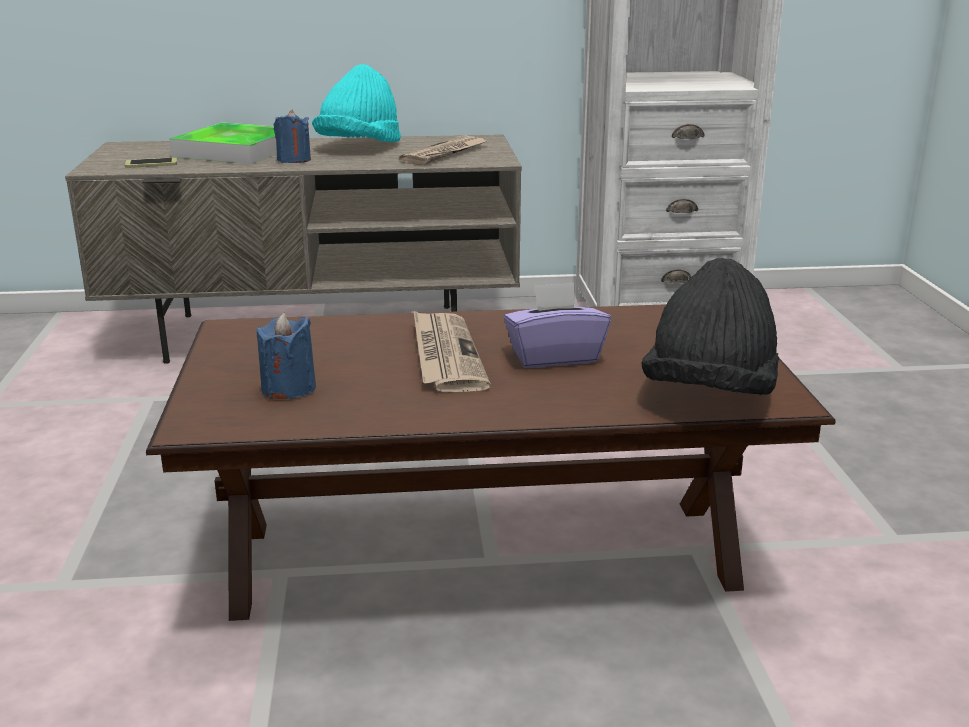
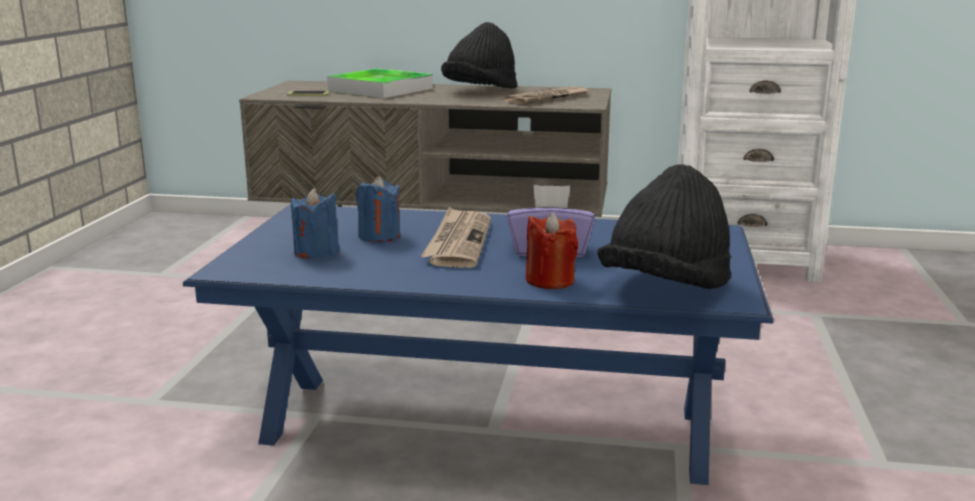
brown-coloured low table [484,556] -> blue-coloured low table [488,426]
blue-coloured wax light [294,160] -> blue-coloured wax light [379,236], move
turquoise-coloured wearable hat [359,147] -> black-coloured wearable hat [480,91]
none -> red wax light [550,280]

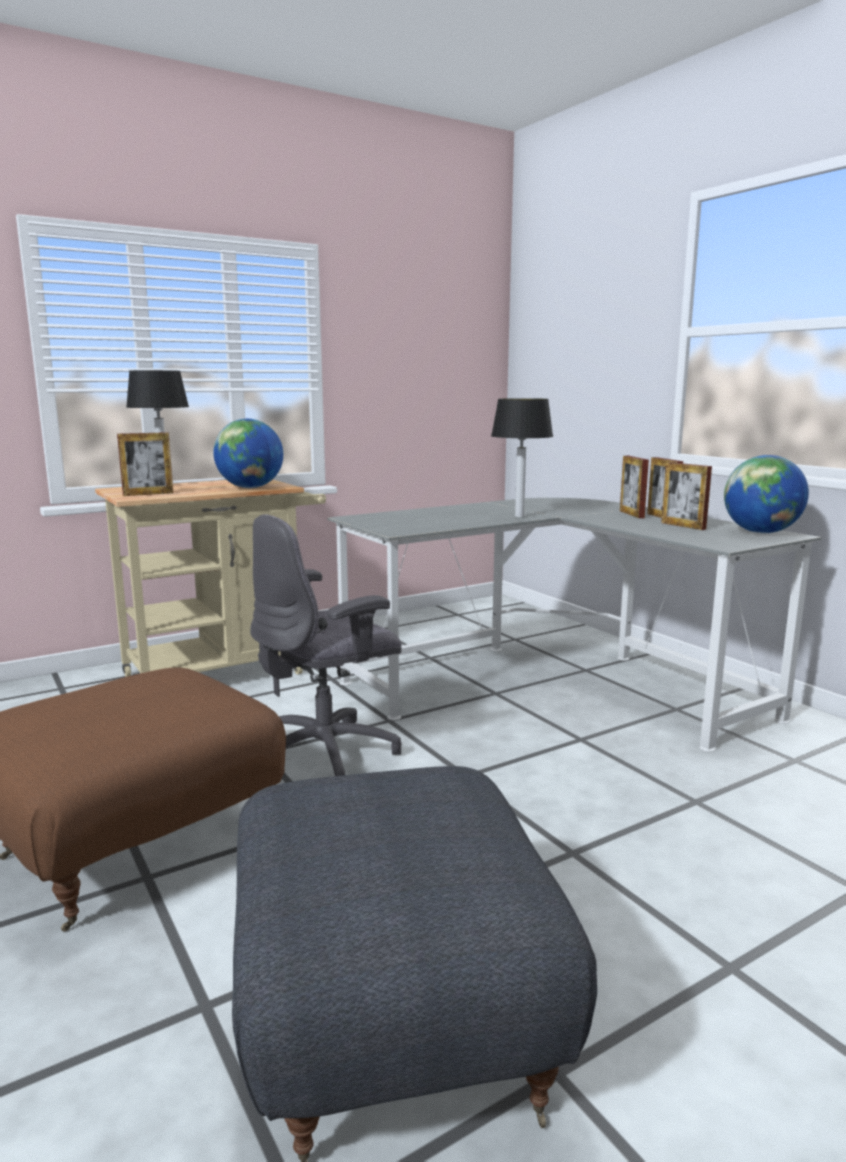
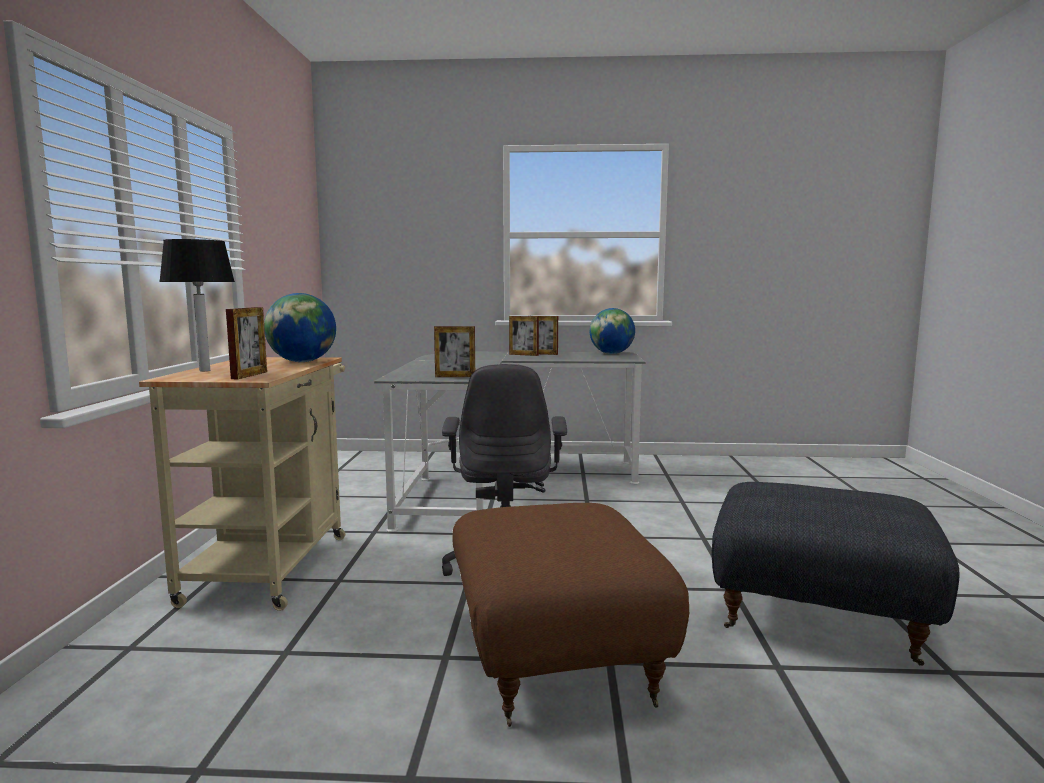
standing frame [683,526] -> standing frame [455,376], move
lamp for a table [519,517] -> none

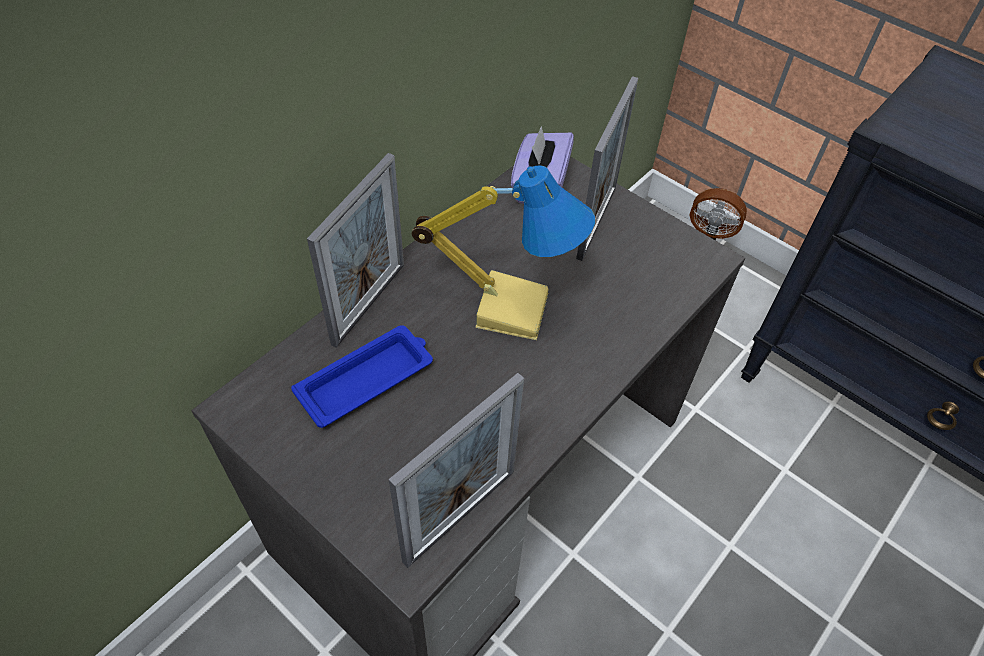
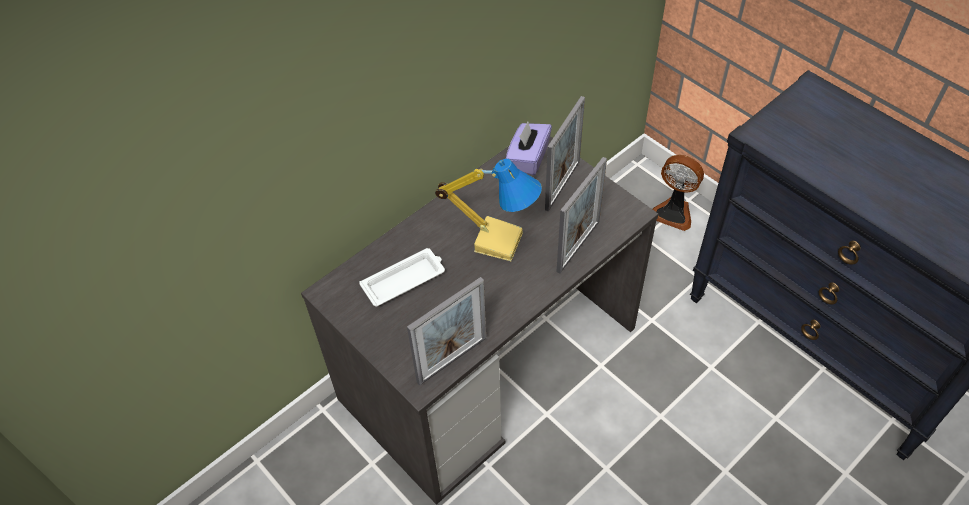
blue-coloured tray [367,379] -> whitish tray [404,280]
standing frame [369,303] -> standing frame [578,246], move

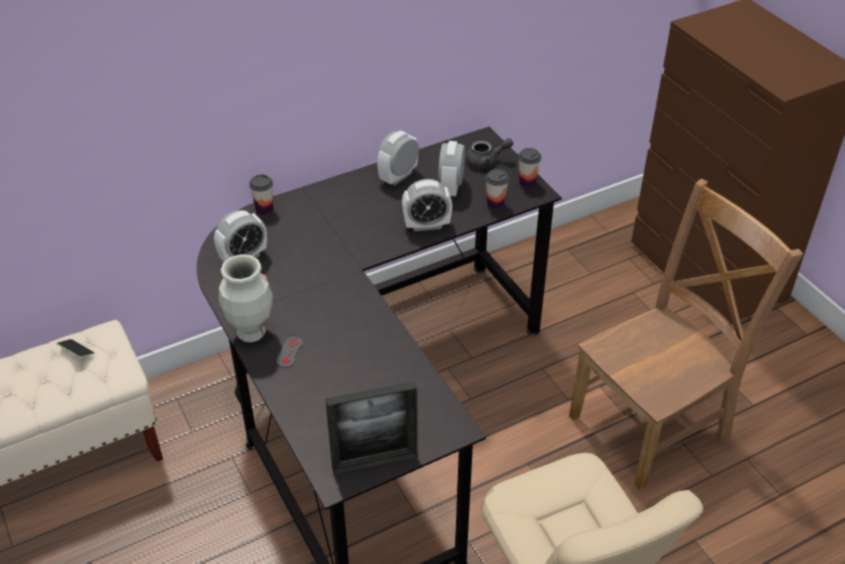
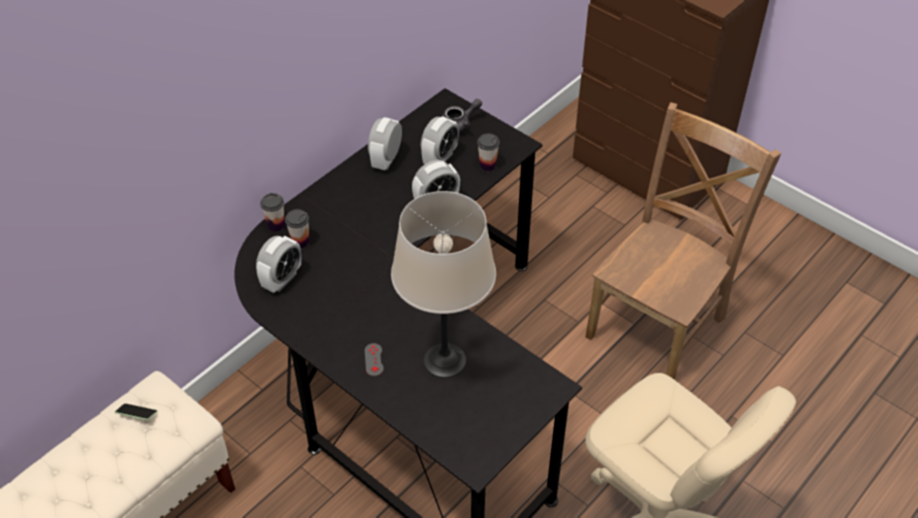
cup [527,182] -> cup [300,241], move
none -> sand-coloured lamp for a table [445,361]
table clock [451,187] -> table clock [440,159], 135 degrees counterclockwise
decorative vase [251,333] -> none
standing frame [375,462] -> none

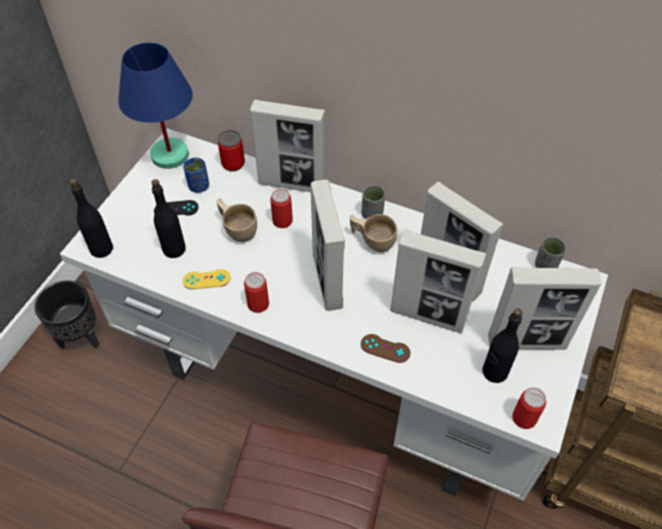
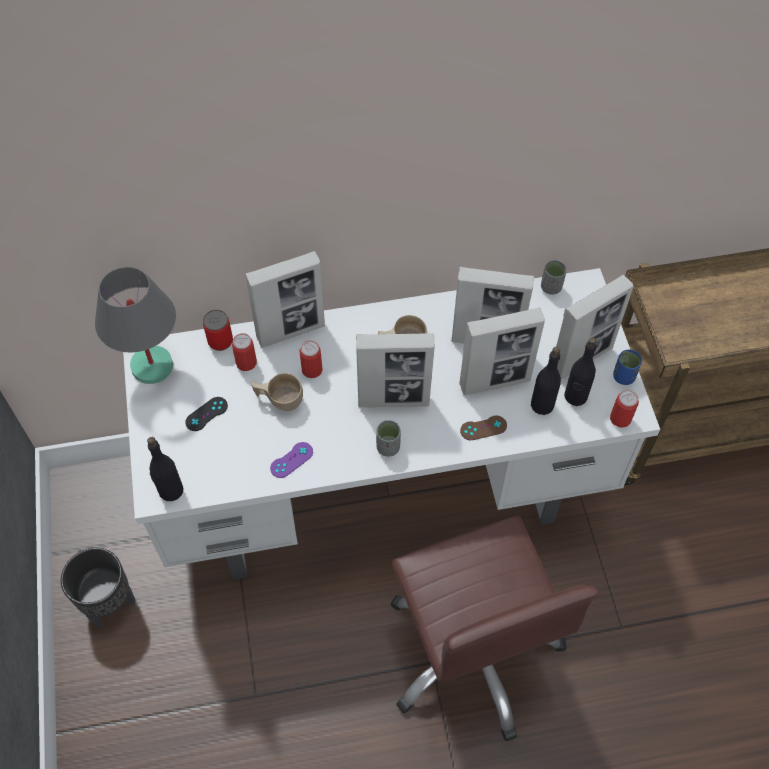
blue-coloured lamp for a table [169,155] -> grey lamp for a table [151,367]
can [258,304] -> can [246,363], move
yellowish gamepad [206,279] -> purple-coloured gamepad [291,460]
standing frame [327,281] -> standing frame [394,400], 45 degrees counterclockwise
grey cup [372,214] -> grey cup [388,447], move
black-coloured beverage bottle [174,249] -> black-coloured beverage bottle [542,404], move
blue-coloured cup [199,186] -> blue-coloured cup [623,376], move

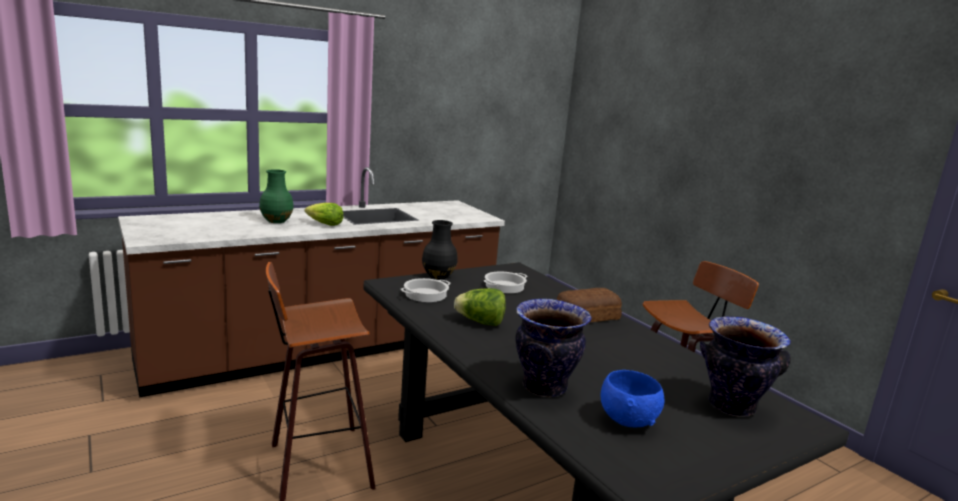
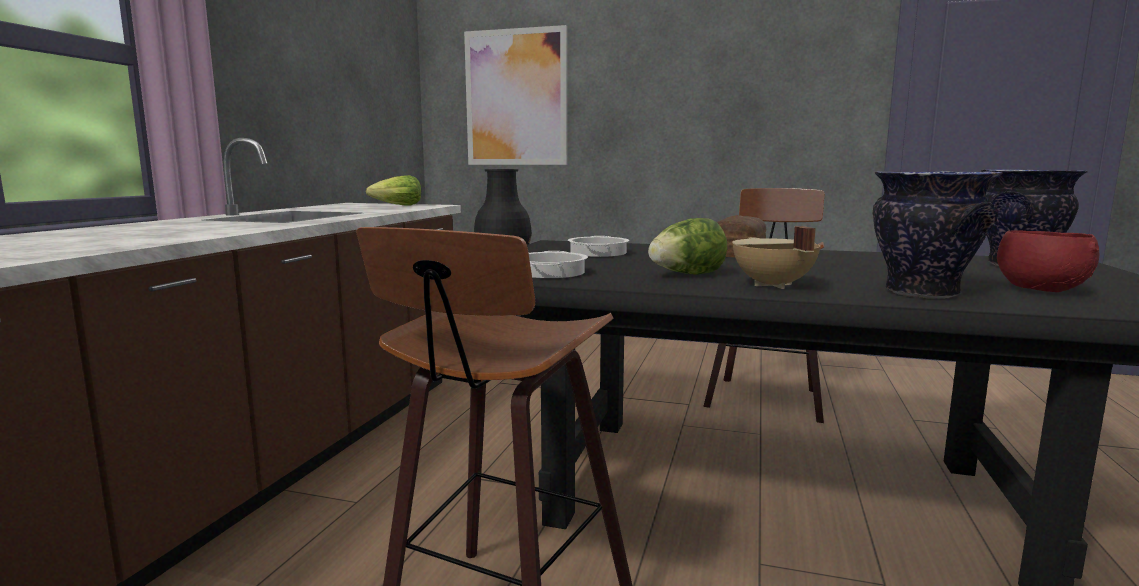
lettuce head [324,224] -> lettuce head [398,205], move
none -> wall picture [516,98]
none -> sand-coloured cooking pot [771,285]
blue-coloured bowl [628,420] -> red bowl [1039,290]
green decorative vase [277,221] -> none

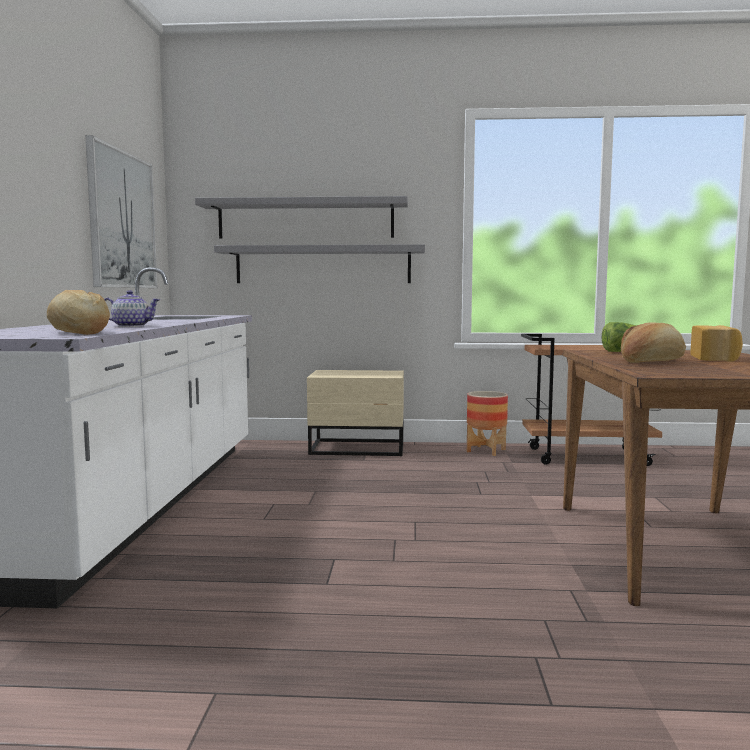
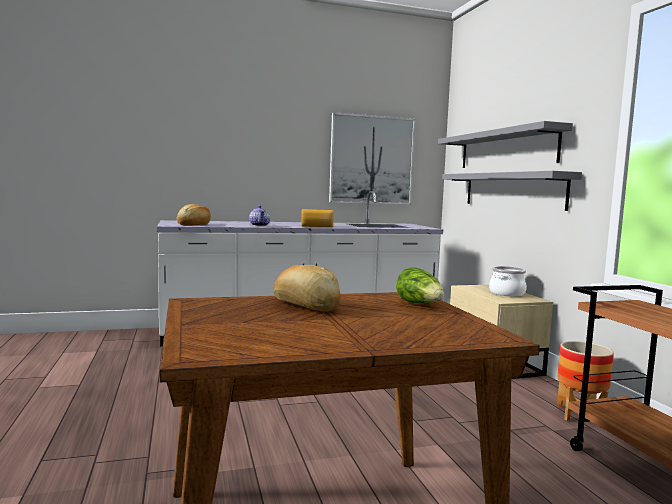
bakery bread [715,358] -> bakery bread [317,226], move
none -> cooking pot [506,293]

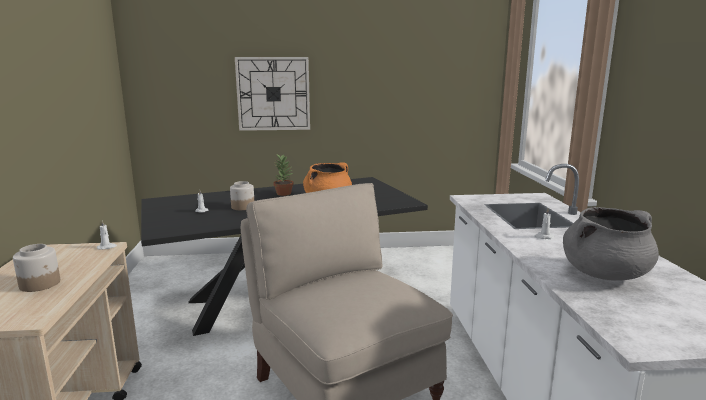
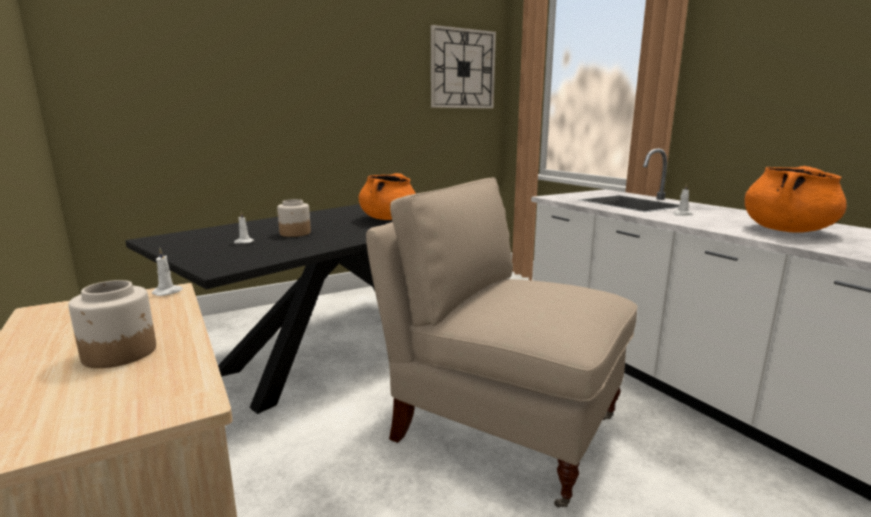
clock on the wall [273,94] -> clock on the wall [462,69], move
grey cooking pot [605,274] -> orange cooking pot [787,230]
potted plant [283,193] -> none

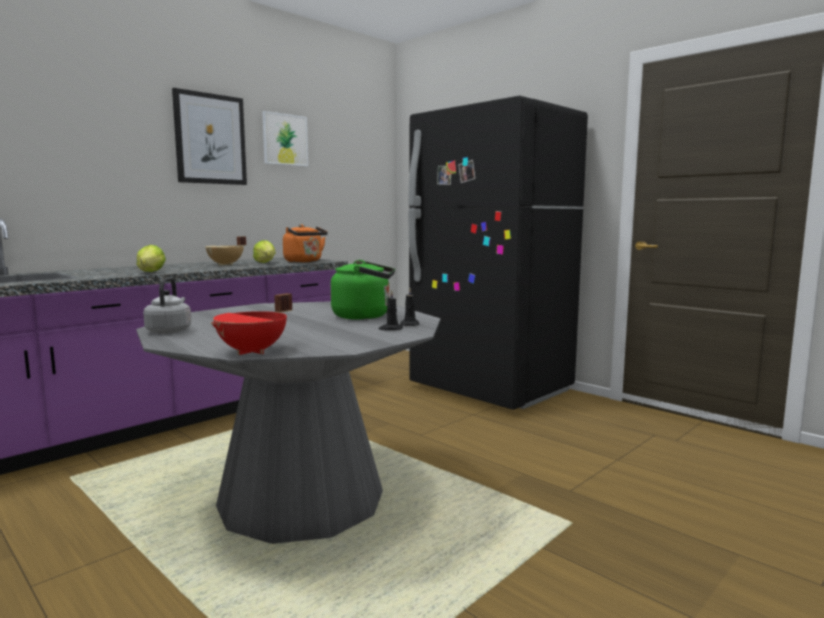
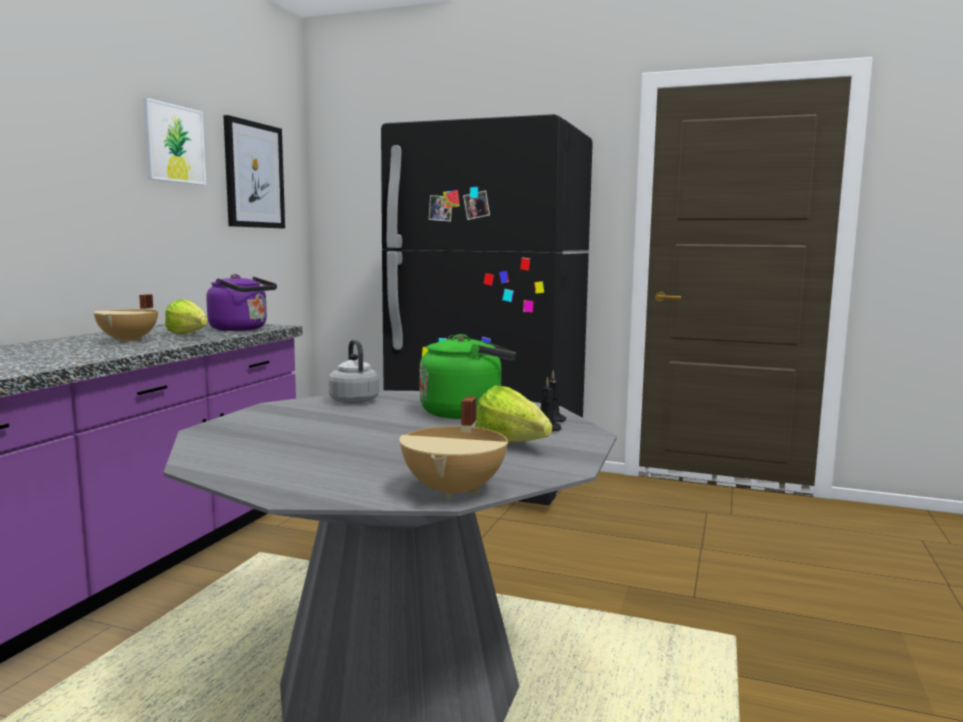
orange kettle [304,261] -> purple-coloured kettle [242,329]
wall picture [210,139] -> wall picture [254,175], move
grey kettle [170,331] -> grey kettle [353,400], move
red cooking pot [253,351] -> sand-coloured cooking pot [456,491]
lettuce head [148,273] -> lettuce head [515,446], move

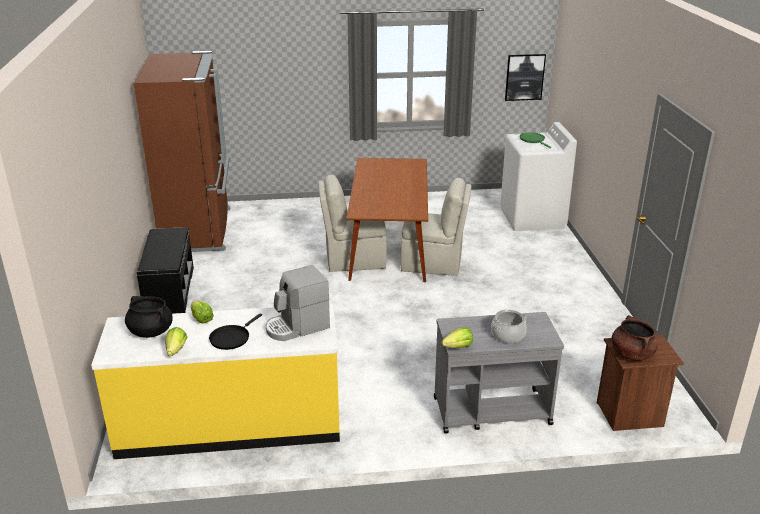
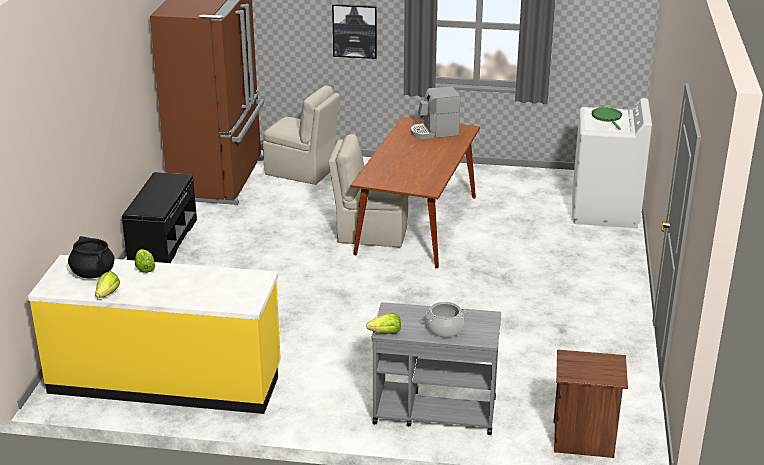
sand-coloured plain chair [433,263] -> sand-coloured plain chair [302,171], move
wall picture [524,77] -> wall picture [355,30], move
coffee machine [297,327] -> coffee machine [434,132], move
black-coloured skillet [231,338] -> none
brown-coloured cooking pot [631,354] -> none

